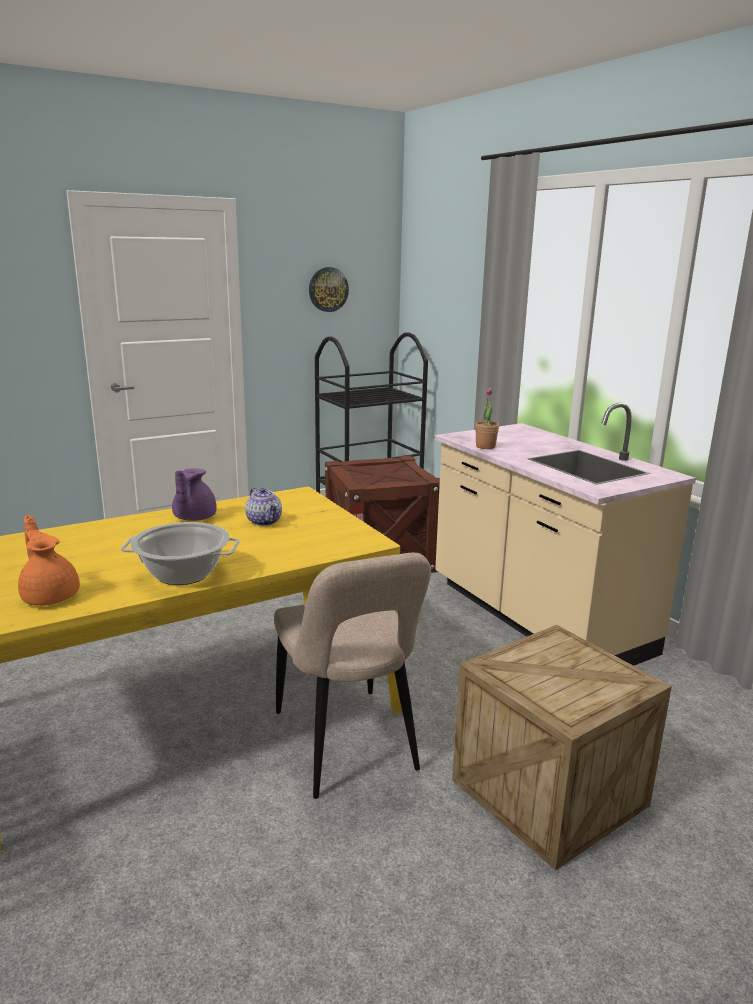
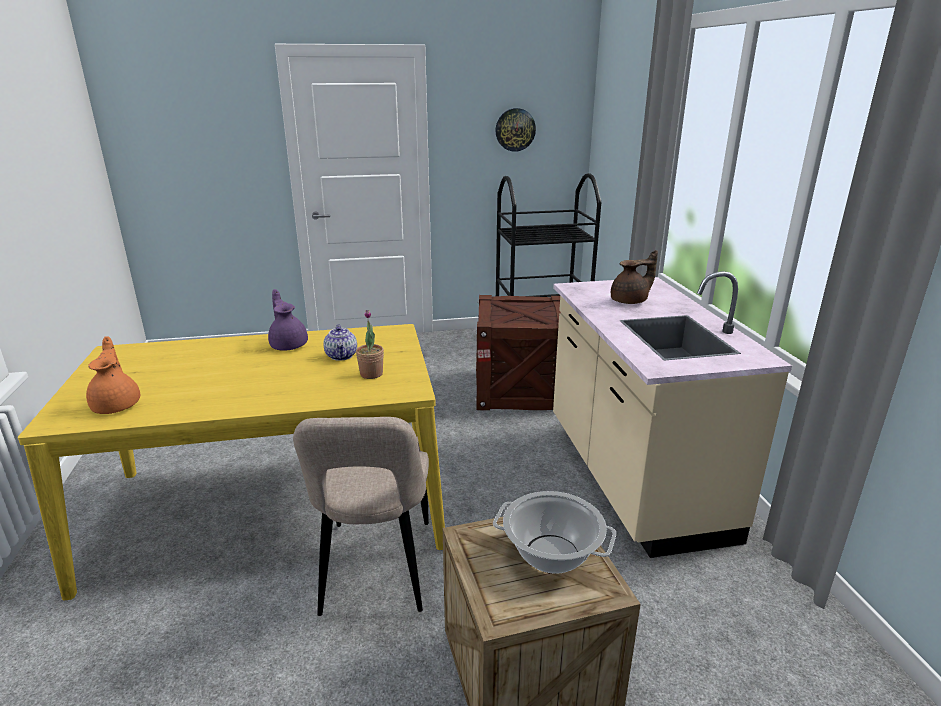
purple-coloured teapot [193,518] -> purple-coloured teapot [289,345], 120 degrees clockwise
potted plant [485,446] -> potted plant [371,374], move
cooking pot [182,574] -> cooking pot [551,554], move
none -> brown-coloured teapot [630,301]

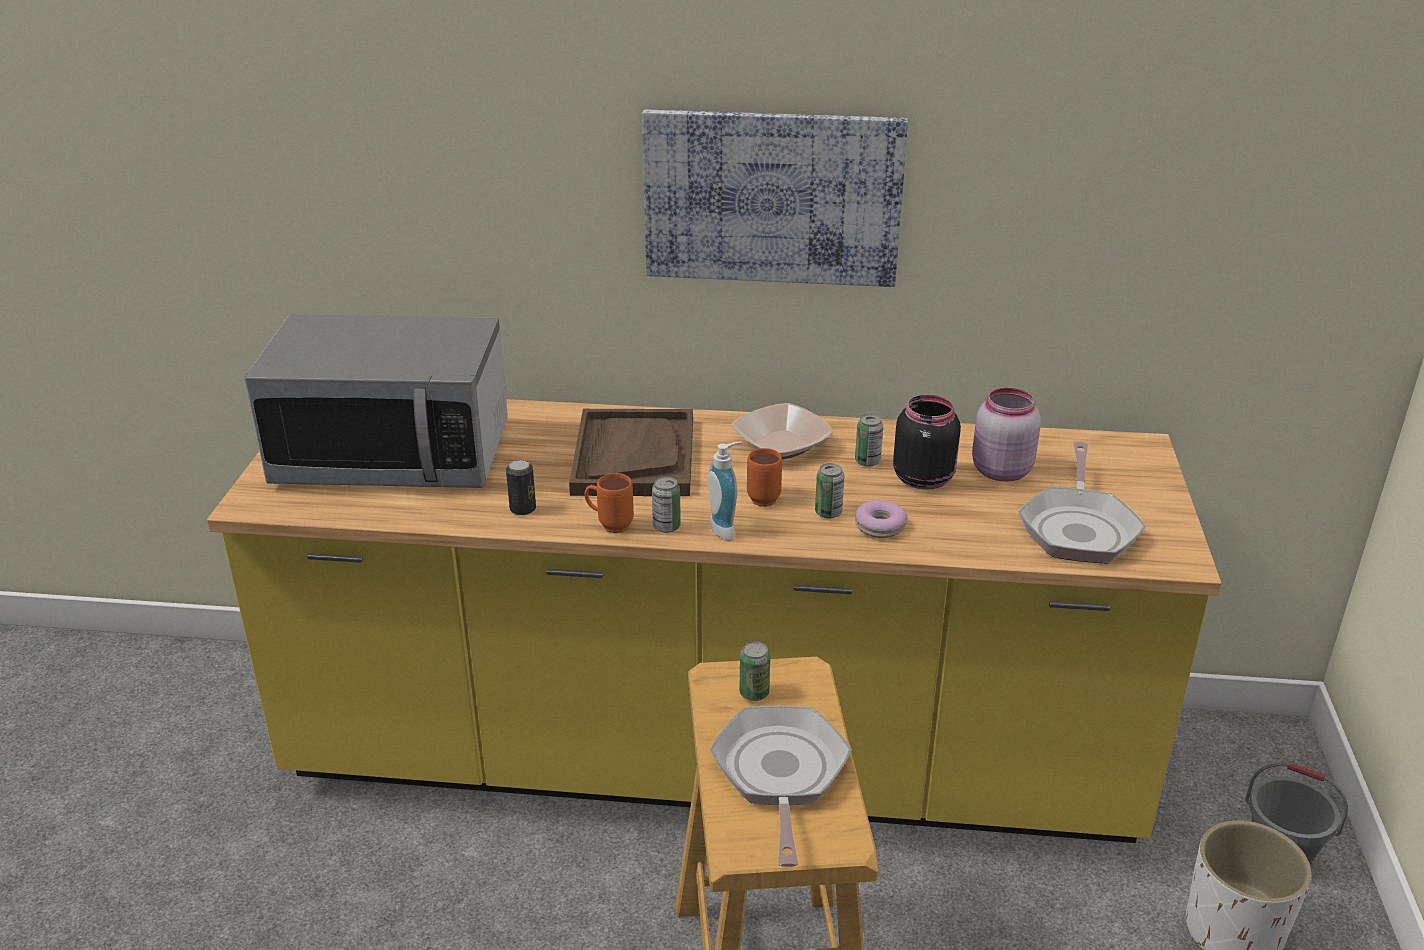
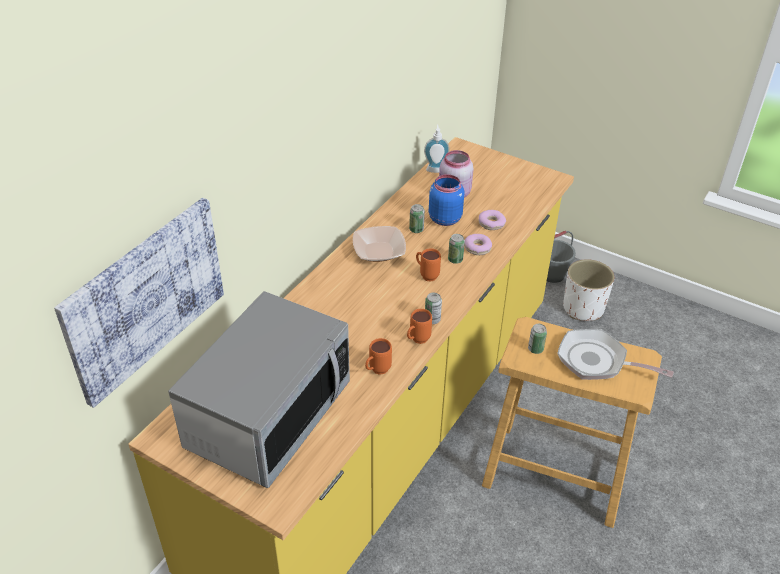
wall picture [772,197] -> wall picture [145,298], move
can [523,509] -> orange mug [377,371]
soap dispenser [726,529] -> soap dispenser [435,168], move
black-coloured storage jar [924,478] -> blue-coloured storage jar [444,218]
none -> ring doughnut [491,224]
brown-coloured tray [633,456] -> none
skillet [1078,527] -> none

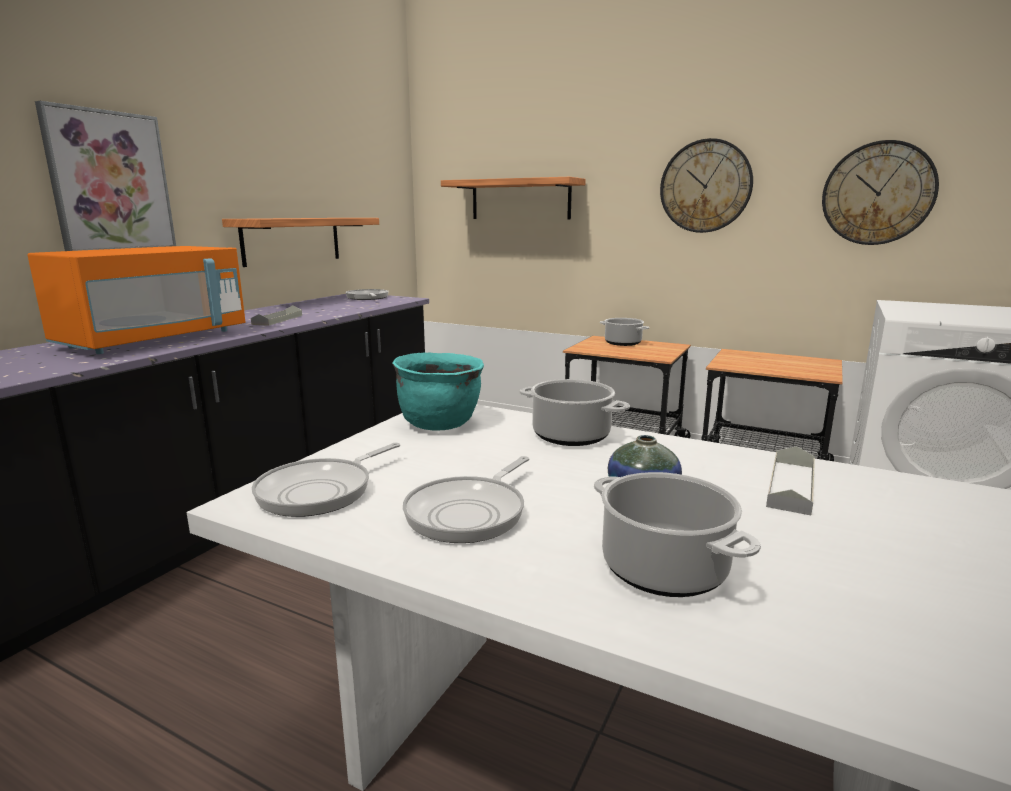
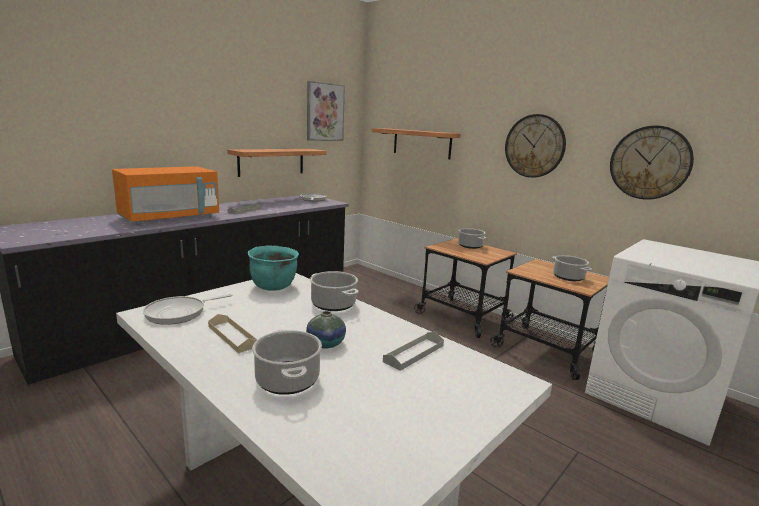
skillet [470,513] -> sand-coloured tray [232,336]
wall picture [110,182] -> wall picture [325,112], move
none -> cooking pot [568,277]

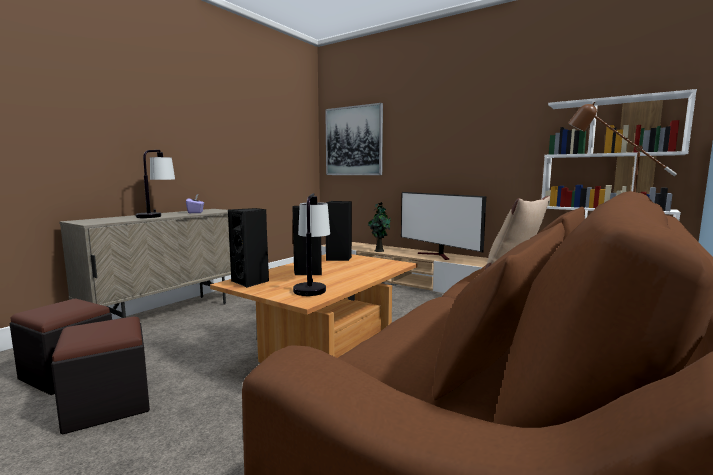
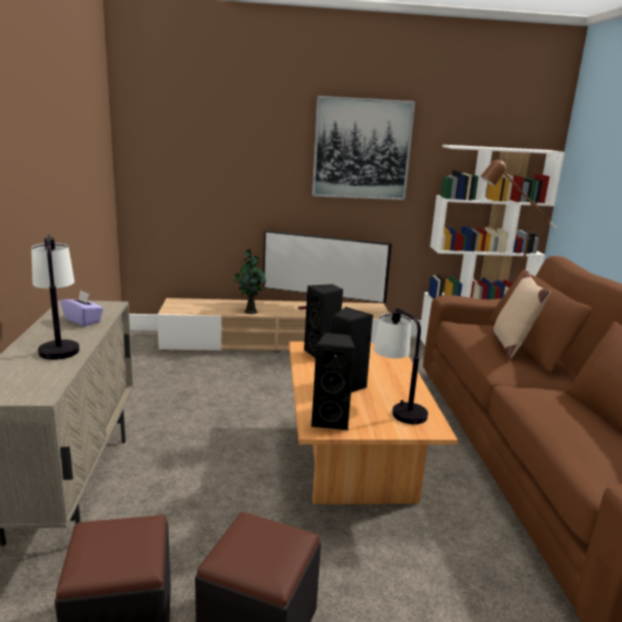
wall picture [353,141] -> wall picture [362,149], move

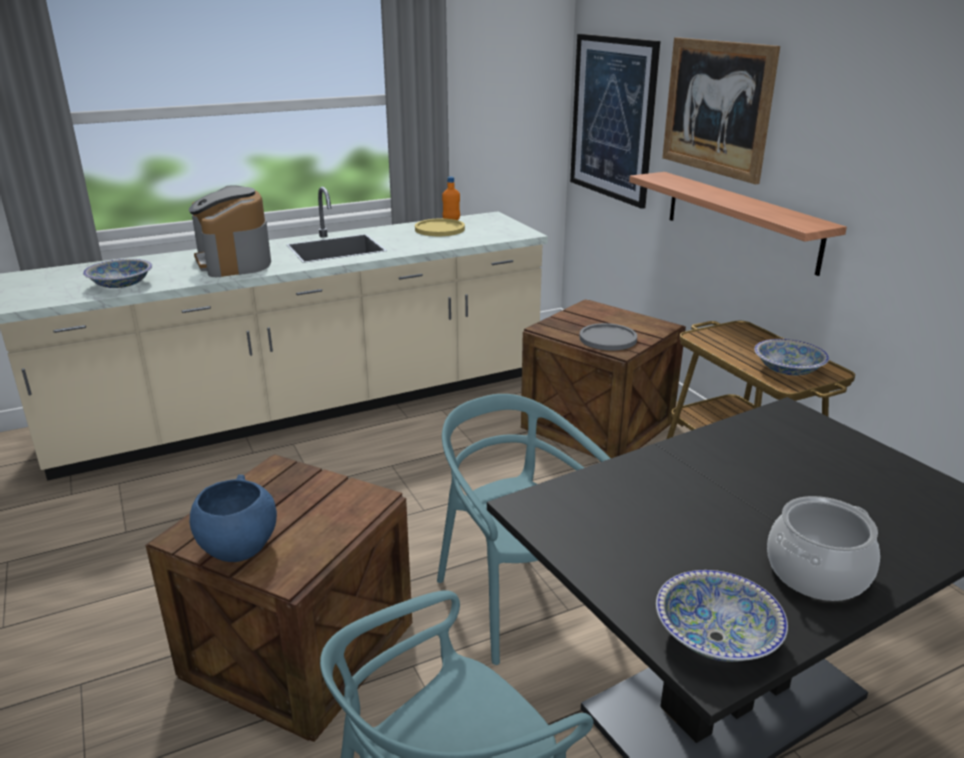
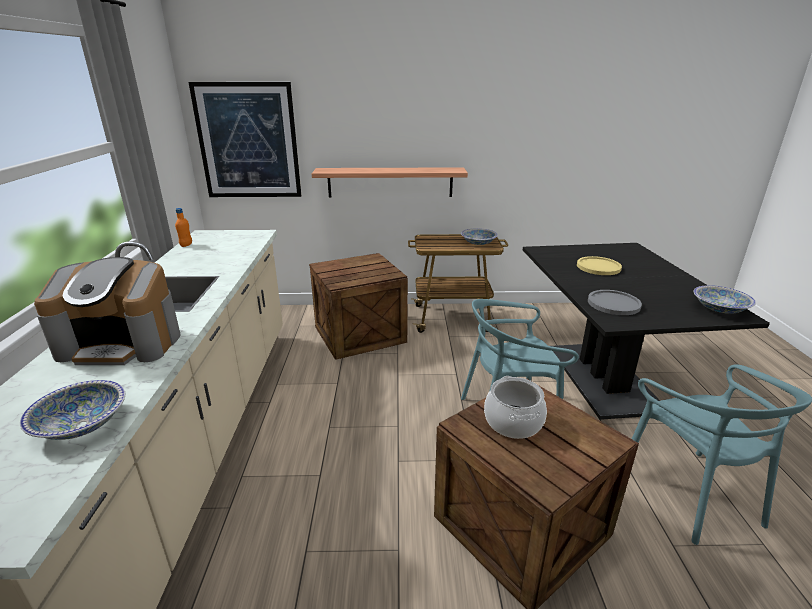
cooking pot [816,572] -> cooking pot [512,422], move
yellowish plate [439,229] -> yellowish plate [598,267], move
grey plate [608,338] -> grey plate [613,303], move
blue-coloured bowl [238,549] -> none
wall picture [717,107] -> none

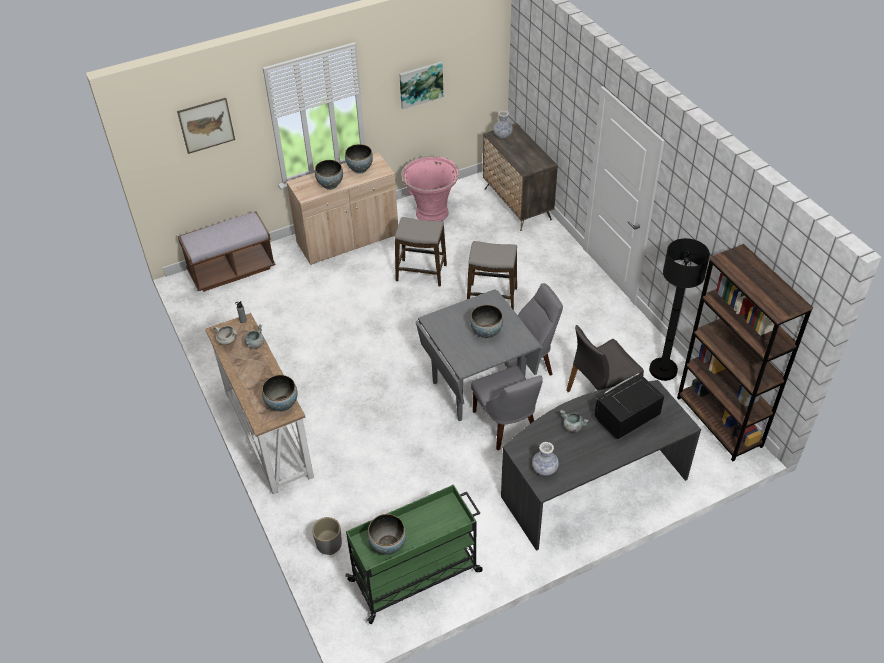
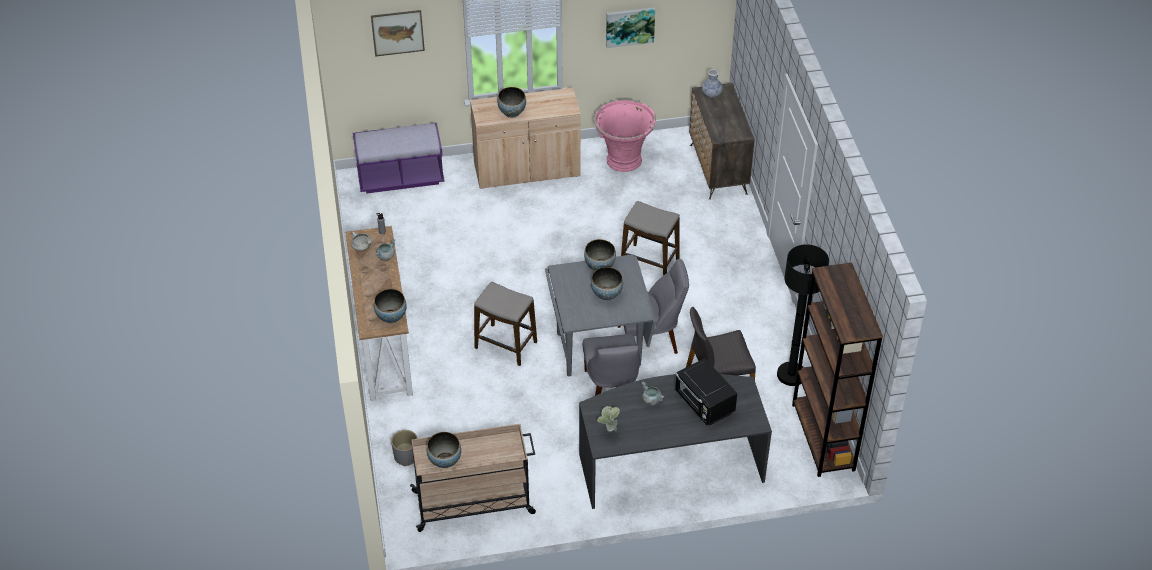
brown-coloured indoor bench [231,270] -> purple-coloured indoor bench [400,177]
green trolley [416,575] -> sand-coloured trolley [475,502]
stool [421,273] -> stool [506,345], move
bowl [360,169] -> bowl [599,266], move
decorative vase [544,469] -> potted plant [609,430]
black-coloured kitchen microwave [625,418] -> black-coloured kitchen microwave [704,404], 105 degrees counterclockwise

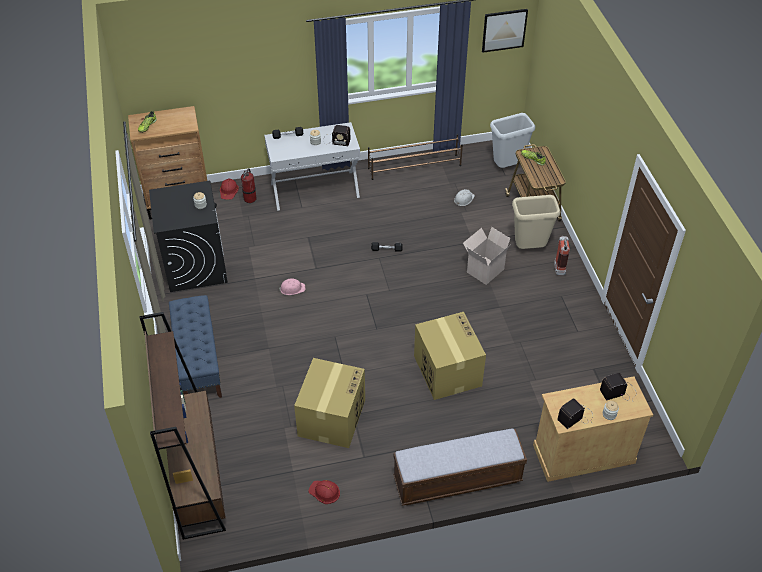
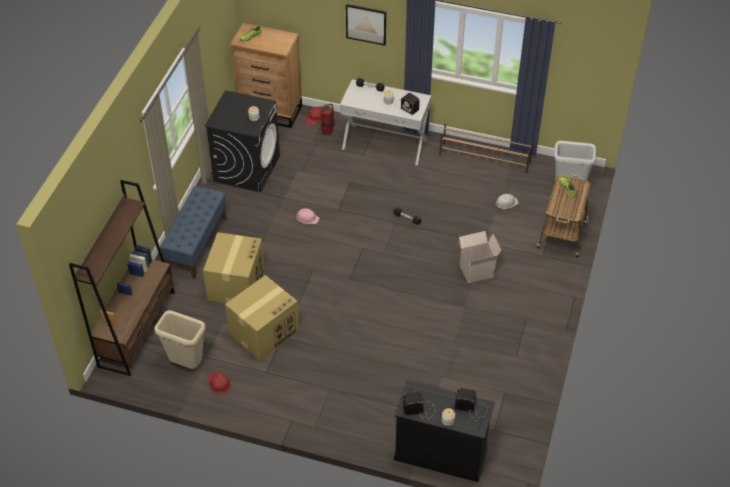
sand-coloured trash can [529,249] -> sand-coloured trash can [186,364], move
packing box [447,370] -> packing box [236,283], move
wall picture [504,30] -> wall picture [366,24], move
sand-coloured cupboard [583,453] -> black-coloured cupboard [440,453]
indoor bench [457,480] -> none
fire extinguisher [559,266] -> none

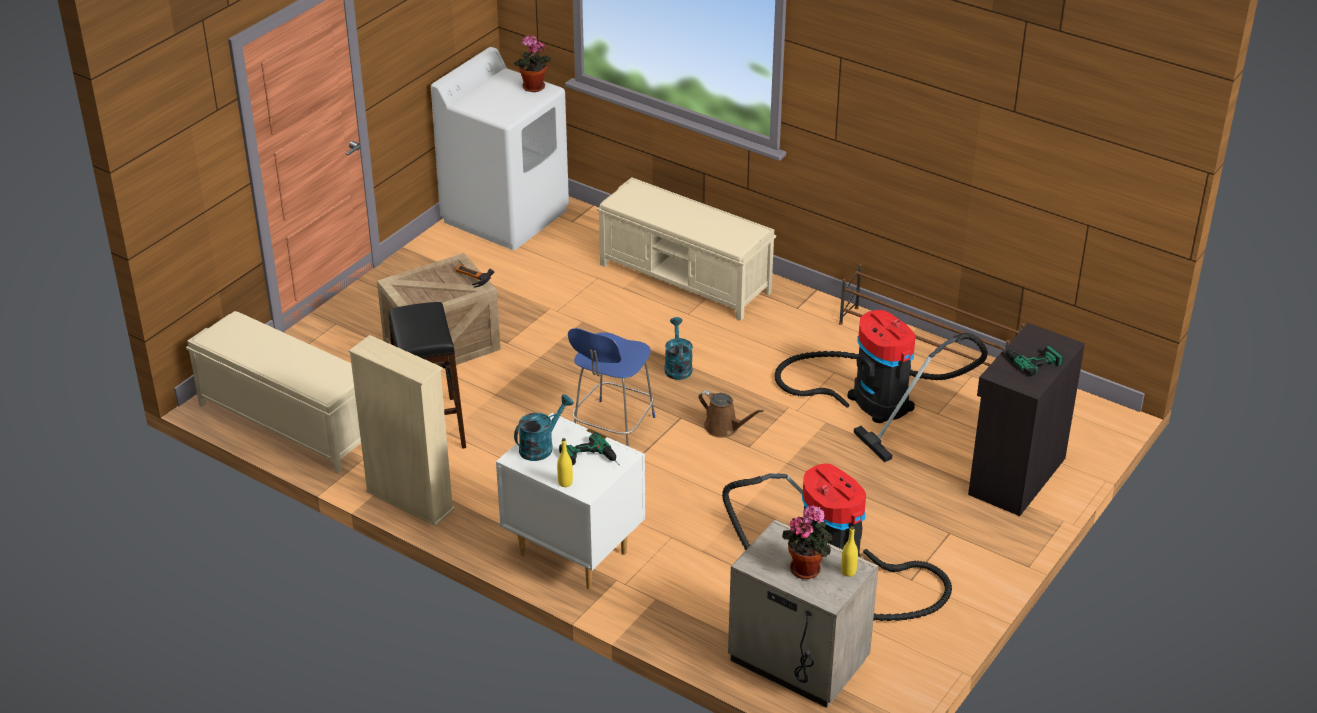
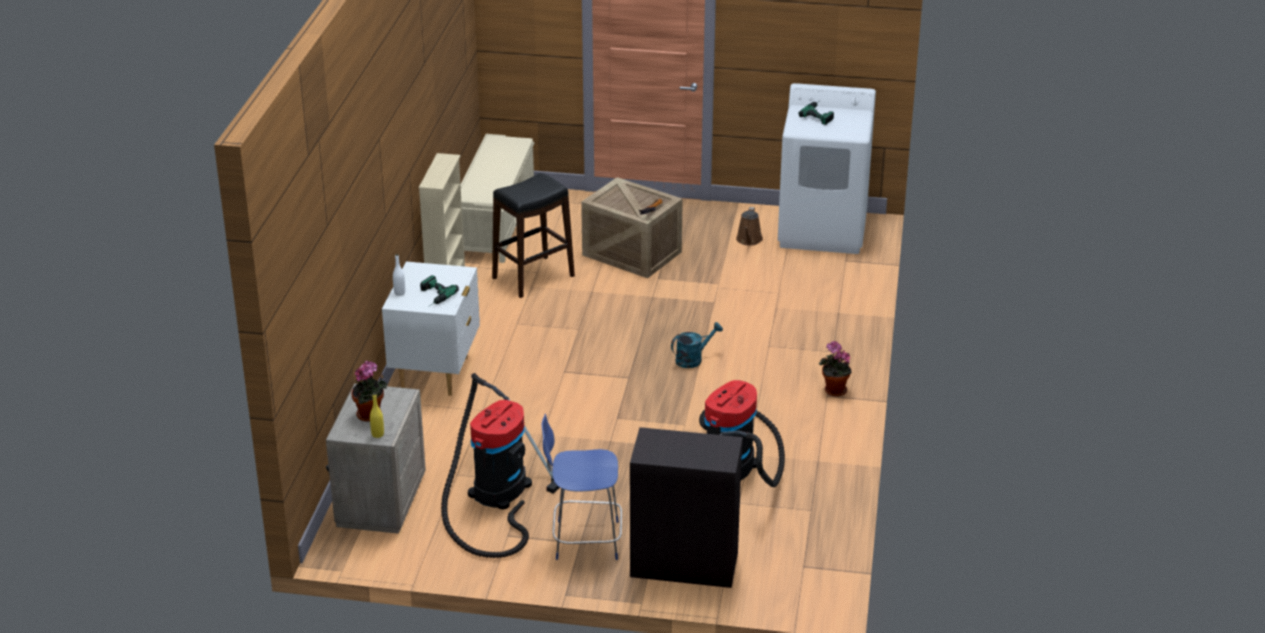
yellowish beverage bottle [565,483] -> whitish beverage bottle [399,293]
blue-coloured stool [612,428] -> blue-coloured stool [584,540], move
brown-coloured watering pot [724,428] -> brown-coloured watering pot [749,240], move
power drill [1029,358] -> power drill [820,114], move
potted plant [532,88] -> potted plant [833,391], move
turquoise-coloured watering pot [541,446] -> none
sand-coloured indoor bench [686,279] -> none
brown-coloured shoe shelf [927,346] -> none

